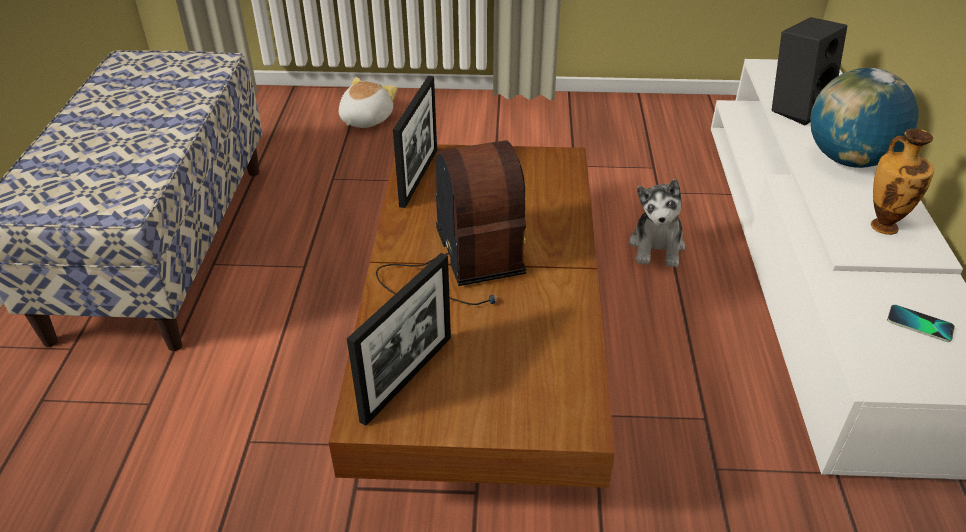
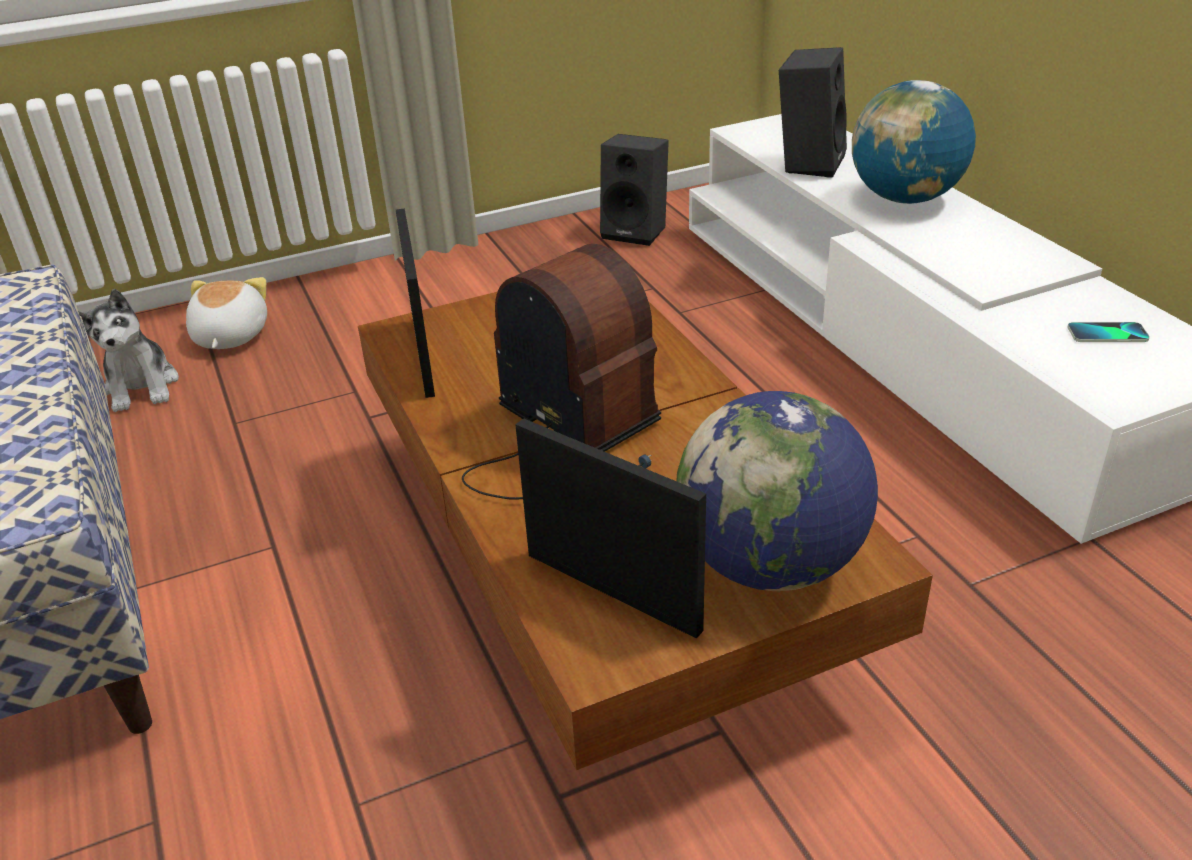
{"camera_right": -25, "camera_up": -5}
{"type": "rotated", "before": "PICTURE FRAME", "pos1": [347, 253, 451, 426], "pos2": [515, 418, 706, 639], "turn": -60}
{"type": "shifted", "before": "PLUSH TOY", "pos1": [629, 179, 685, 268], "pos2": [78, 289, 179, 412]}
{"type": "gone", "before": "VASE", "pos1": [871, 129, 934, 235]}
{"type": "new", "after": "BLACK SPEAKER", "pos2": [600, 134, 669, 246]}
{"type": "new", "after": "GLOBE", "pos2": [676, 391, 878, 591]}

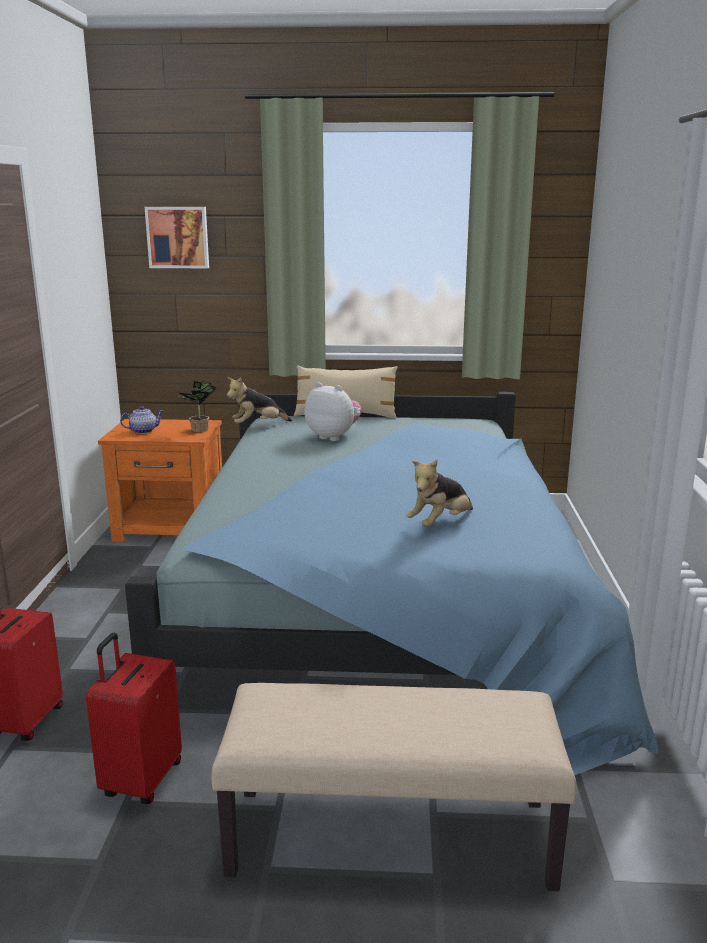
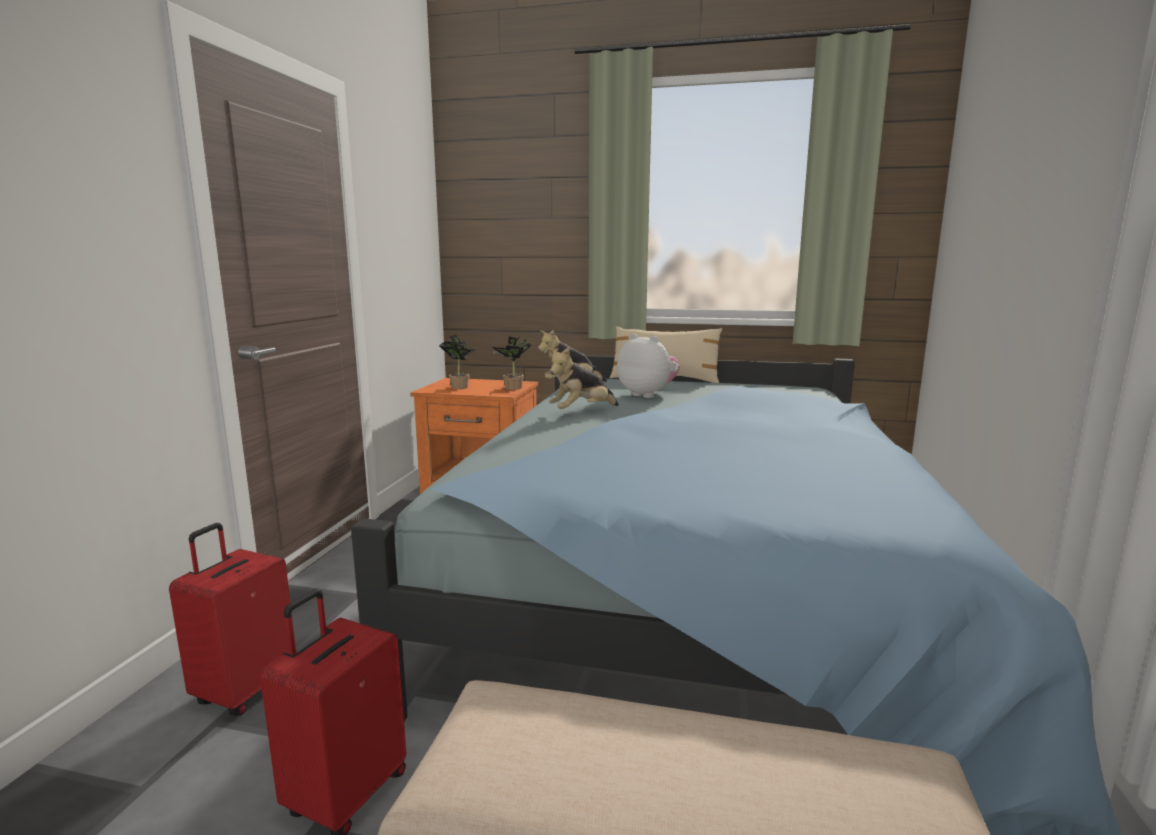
{"camera_right": 10, "camera_up": -5}
{"type": "swapped", "before": "TEAPOT", "after": "POTTED PLANT", "pos1": [120, 406, 163, 434], "pos2": [439, 335, 476, 389]}
{"type": "gone", "before": "PICTURE", "pos1": [145, 207, 209, 268]}
{"type": "shifted", "before": "PLUSH TOY", "pos1": [406, 460, 473, 527], "pos2": [549, 347, 619, 409]}

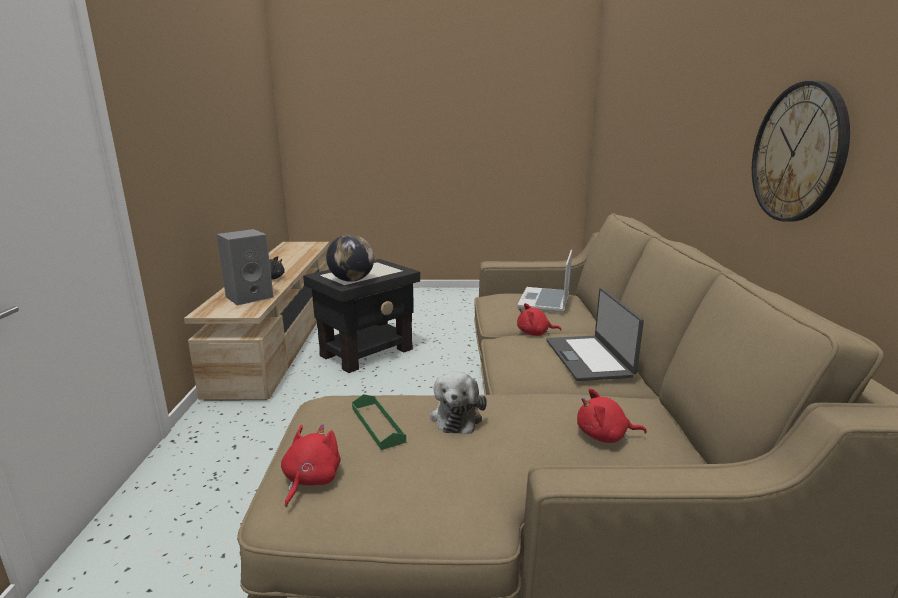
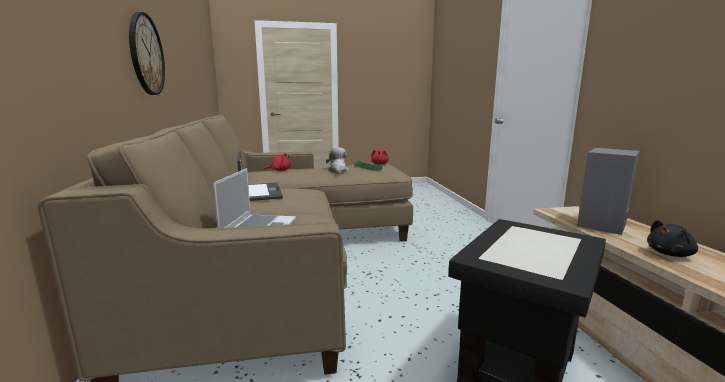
{"camera_right": 170, "camera_up": -5}
{"type": "gone", "before": "GLOBE", "pos1": [326, 234, 374, 282]}
{"type": "gone", "before": "RED PLUSH TOY", "pos1": [517, 303, 561, 336]}

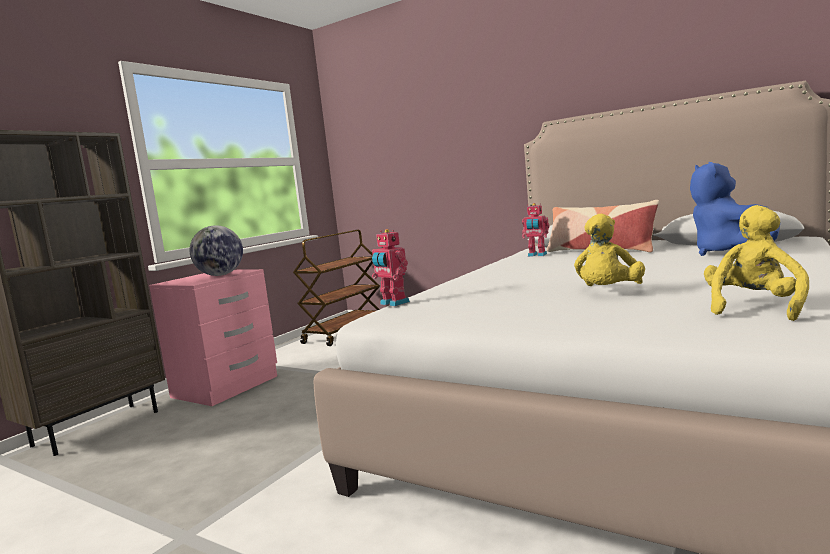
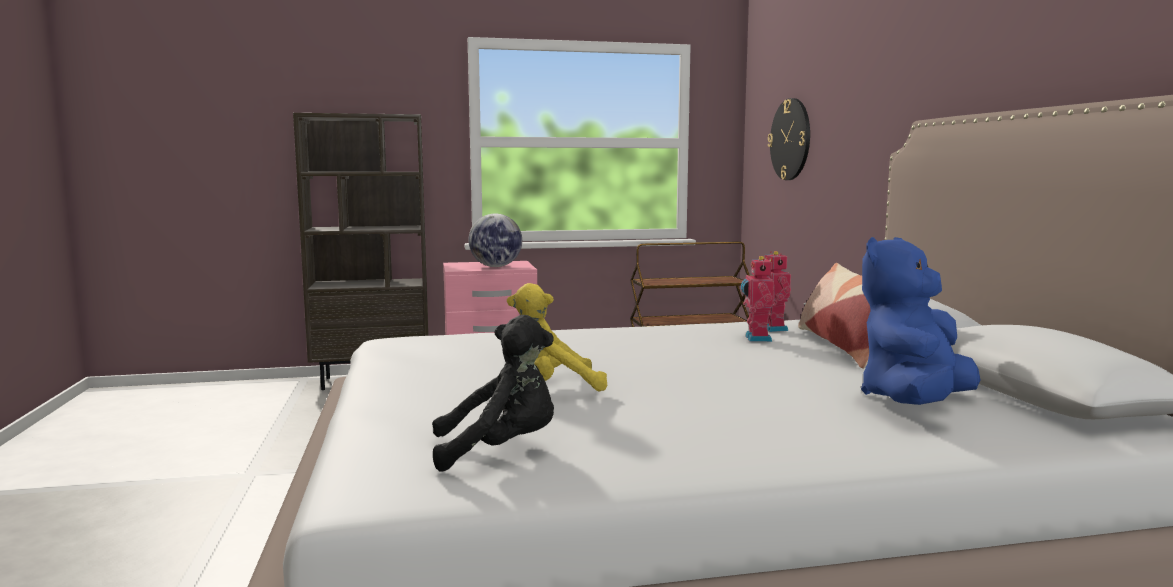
{"camera_right": 45, "camera_up": 0}
{"type": "shifted", "before": "TOY ROBOT", "pos1": [372, 229, 410, 306], "pos2": [741, 256, 775, 342]}
{"type": "repainted", "before": "YELLOW PLUSH TOY", "after": "BLACK PLUSH TOY", "pos1": [704, 205, 809, 321], "pos2": [432, 315, 554, 472]}
{"type": "new", "after": "WALL CLOCK", "pos2": [768, 98, 810, 180]}

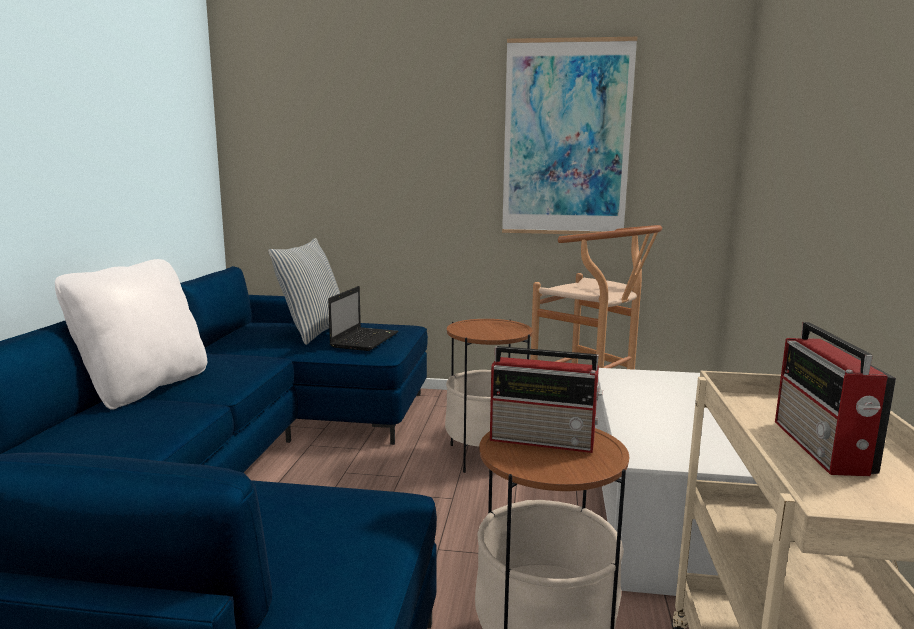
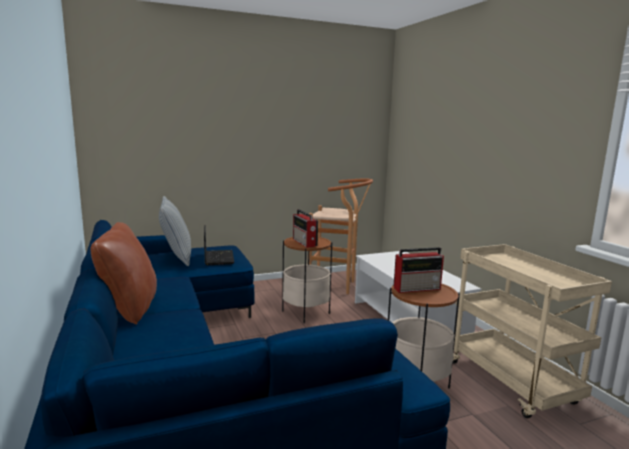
{"camera_right": -30, "camera_up": 0}
{"type": "repainted", "before": "WHITE PILLOW", "after": "BROWN PILLOW", "pos1": [55, 259, 207, 410], "pos2": [91, 222, 157, 325]}
{"type": "gone", "before": "PICTURE", "pos1": [502, 37, 637, 234]}
{"type": "shifted", "before": "RADIO", "pos1": [775, 322, 896, 476], "pos2": [293, 209, 318, 248]}

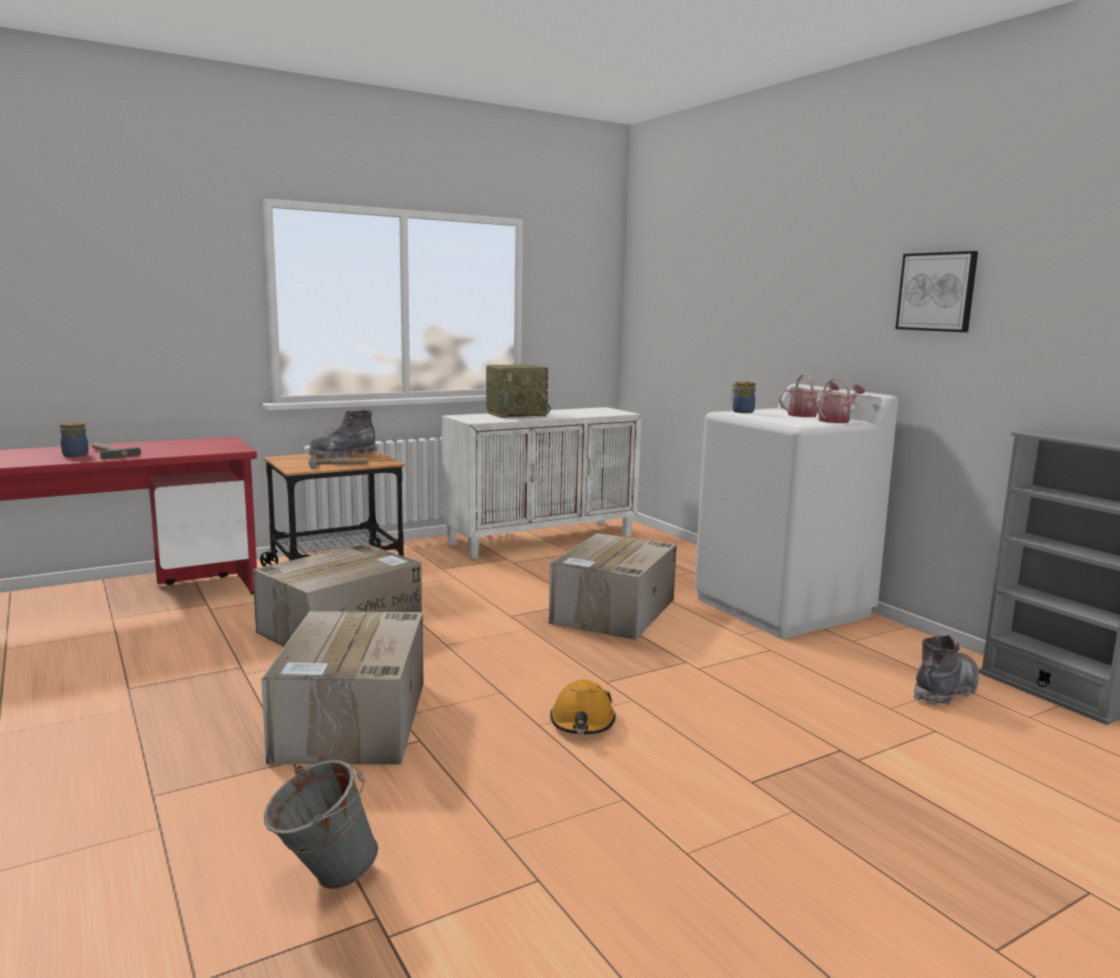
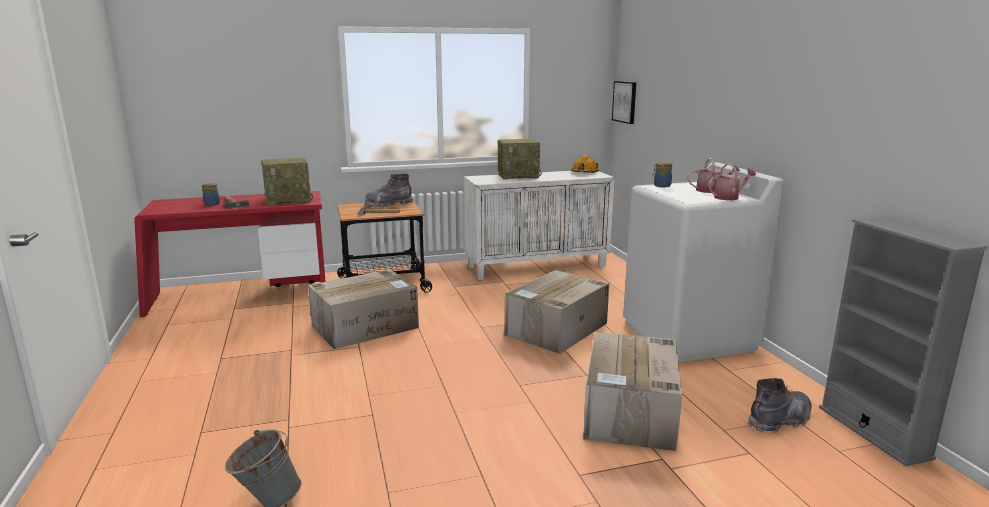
{"camera_right": 15, "camera_up": 5}
{"type": "shifted", "before": "CARDBOARD BOX", "pos1": [261, 611, 423, 765], "pos2": [583, 332, 682, 451]}
{"type": "shifted", "before": "ORANGE HARD HAT", "pos1": [550, 679, 616, 734], "pos2": [571, 156, 599, 173]}
{"type": "shifted", "before": "PICTURE", "pos1": [895, 251, 978, 332], "pos2": [612, 81, 636, 124]}
{"type": "new", "after": "RADIO", "pos2": [261, 157, 313, 206]}

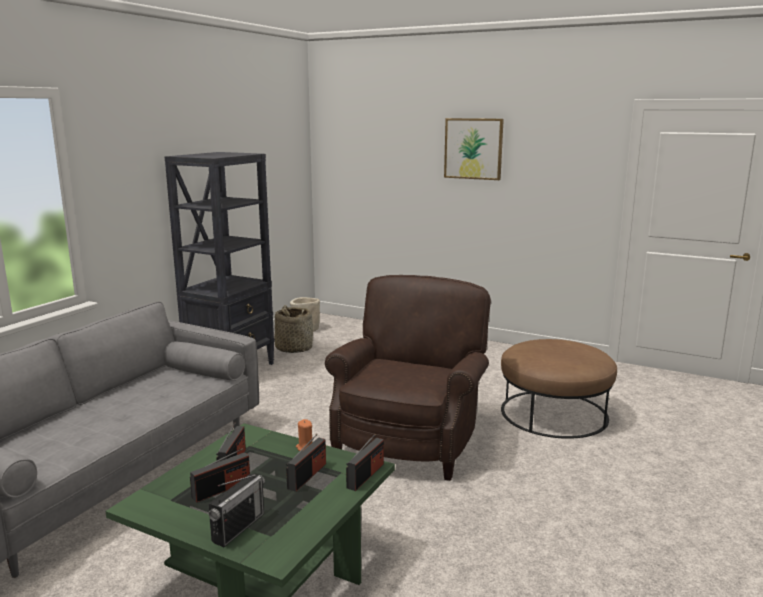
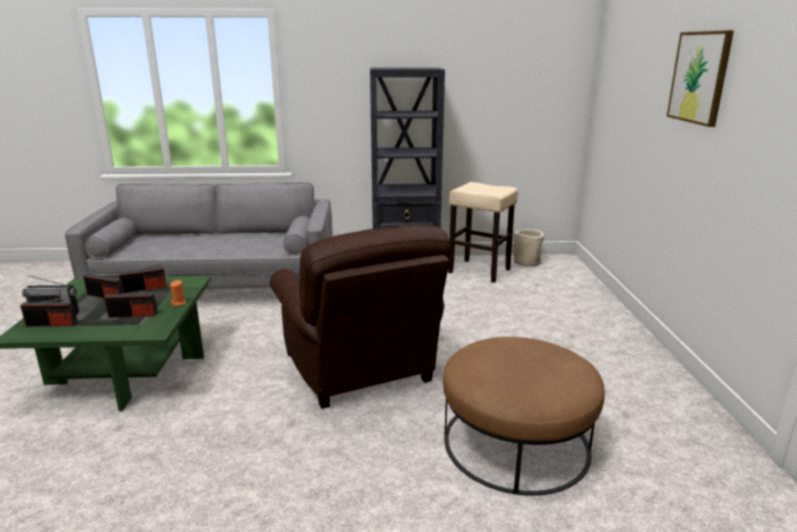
{"camera_right": 60, "camera_up": 5}
{"type": "swapped", "before": "BASKET", "after": "BEIGE STOOL", "pos1": [275, 305, 313, 353], "pos2": [448, 182, 518, 283]}
{"type": "rotated", "before": "BROWN ARMCHAIR", "pos1": [325, 275, 491, 481], "pos2": [270, 225, 452, 409], "turn": 75}
{"type": "shifted", "before": "RADIO", "pos1": [346, 434, 384, 491], "pos2": [20, 298, 77, 326]}

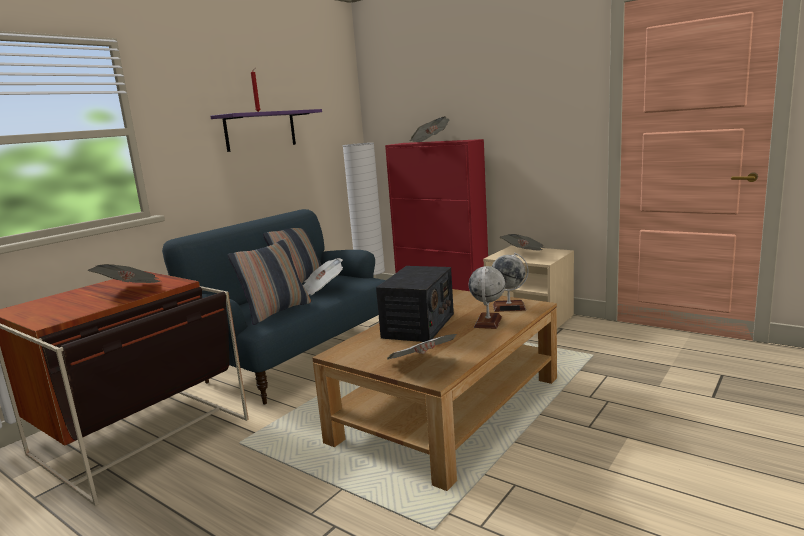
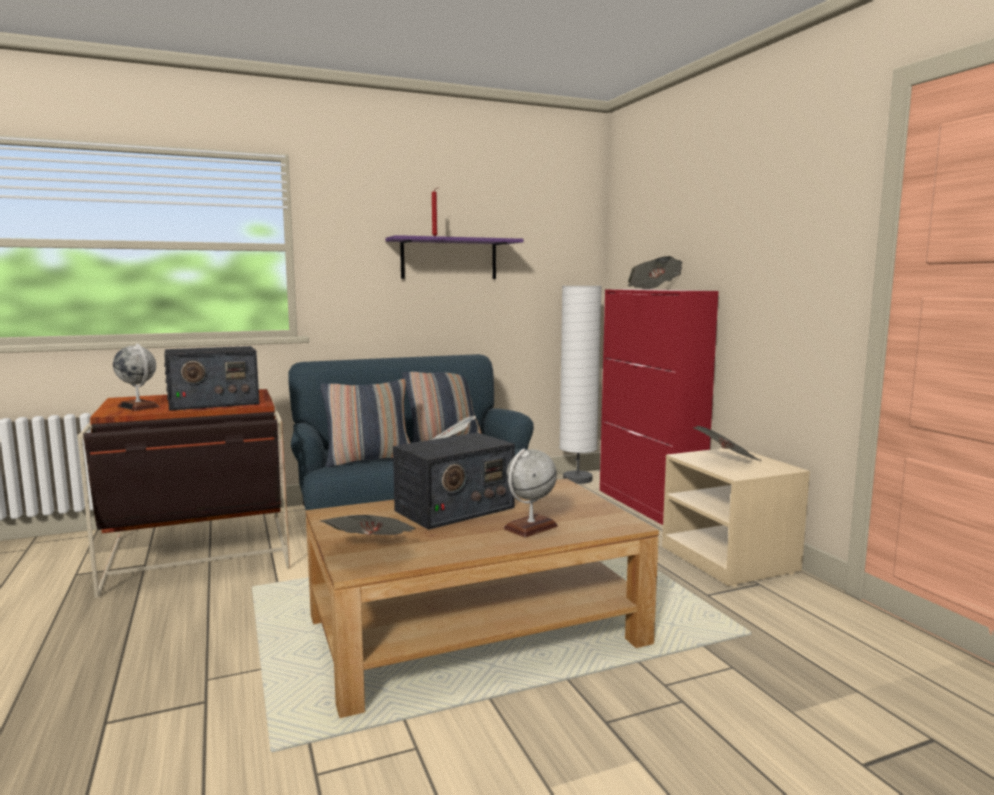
{"camera_right": 30, "camera_up": -5}
{"type": "swapped", "before": "NEWSPAPER", "after": "RADIO", "pos1": [88, 264, 160, 283], "pos2": [164, 346, 260, 411]}
{"type": "shifted", "before": "GLOBE", "pos1": [492, 253, 529, 312], "pos2": [113, 344, 159, 411]}

